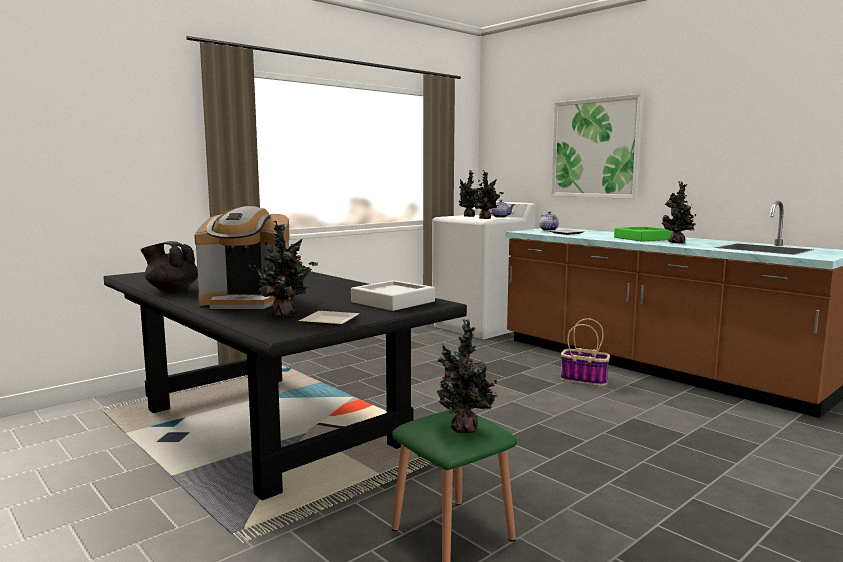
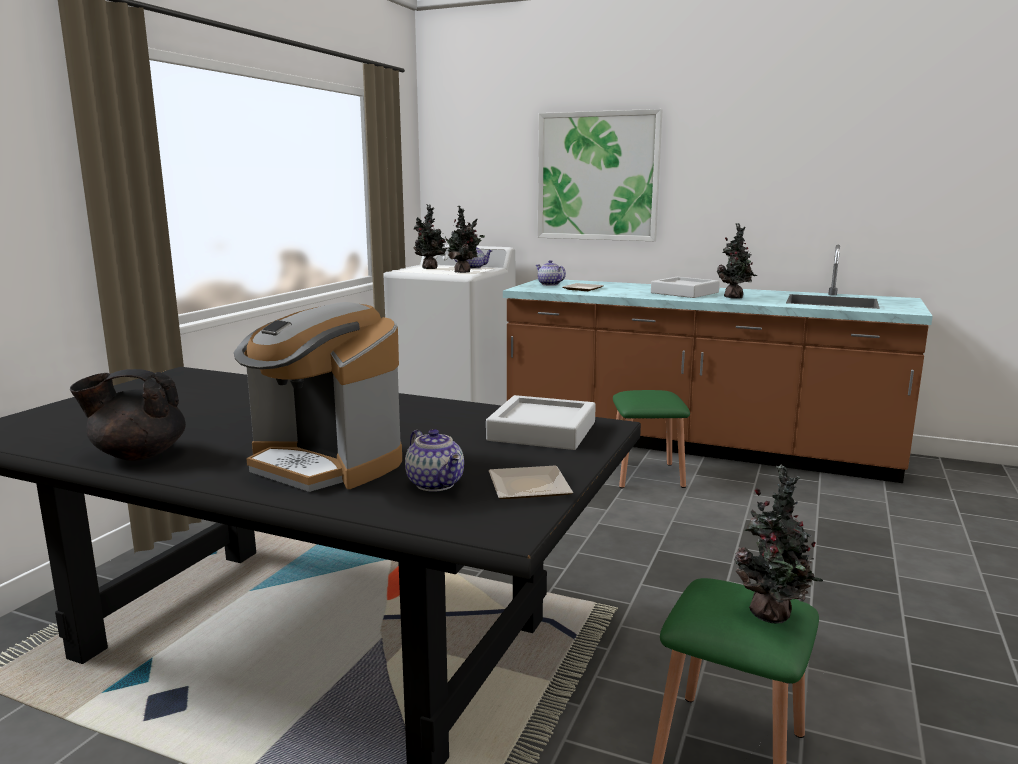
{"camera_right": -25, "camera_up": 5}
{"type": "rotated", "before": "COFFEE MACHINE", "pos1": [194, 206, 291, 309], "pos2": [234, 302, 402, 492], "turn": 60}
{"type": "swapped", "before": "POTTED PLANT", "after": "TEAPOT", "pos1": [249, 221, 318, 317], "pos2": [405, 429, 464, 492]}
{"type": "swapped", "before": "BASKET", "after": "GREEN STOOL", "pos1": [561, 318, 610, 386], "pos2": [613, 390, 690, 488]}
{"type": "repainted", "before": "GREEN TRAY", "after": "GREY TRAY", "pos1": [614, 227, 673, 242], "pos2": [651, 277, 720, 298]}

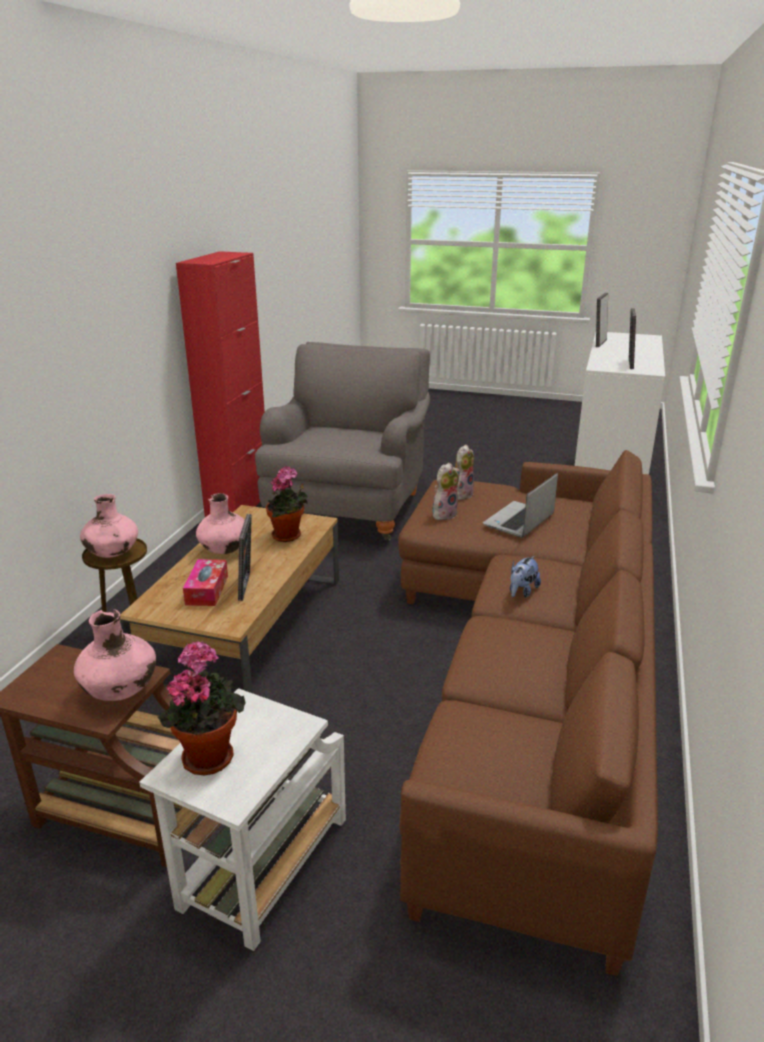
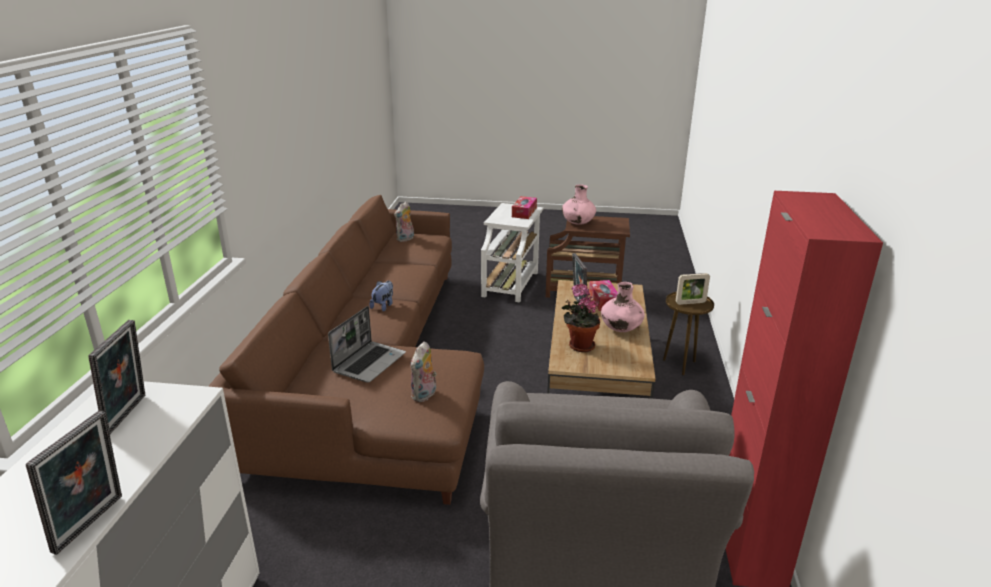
{"camera_right": 170, "camera_up": 0}
{"type": "swapped", "before": "PINK VASE", "after": "PICTURE FRAME", "pos1": [80, 494, 138, 558], "pos2": [676, 273, 710, 305]}
{"type": "swapped", "before": "POTTED PLANT", "after": "TISSUE BOX", "pos1": [158, 641, 246, 775], "pos2": [512, 196, 537, 219]}
{"type": "shifted", "before": "PLUSH TOY", "pos1": [432, 463, 460, 521], "pos2": [394, 202, 414, 242]}

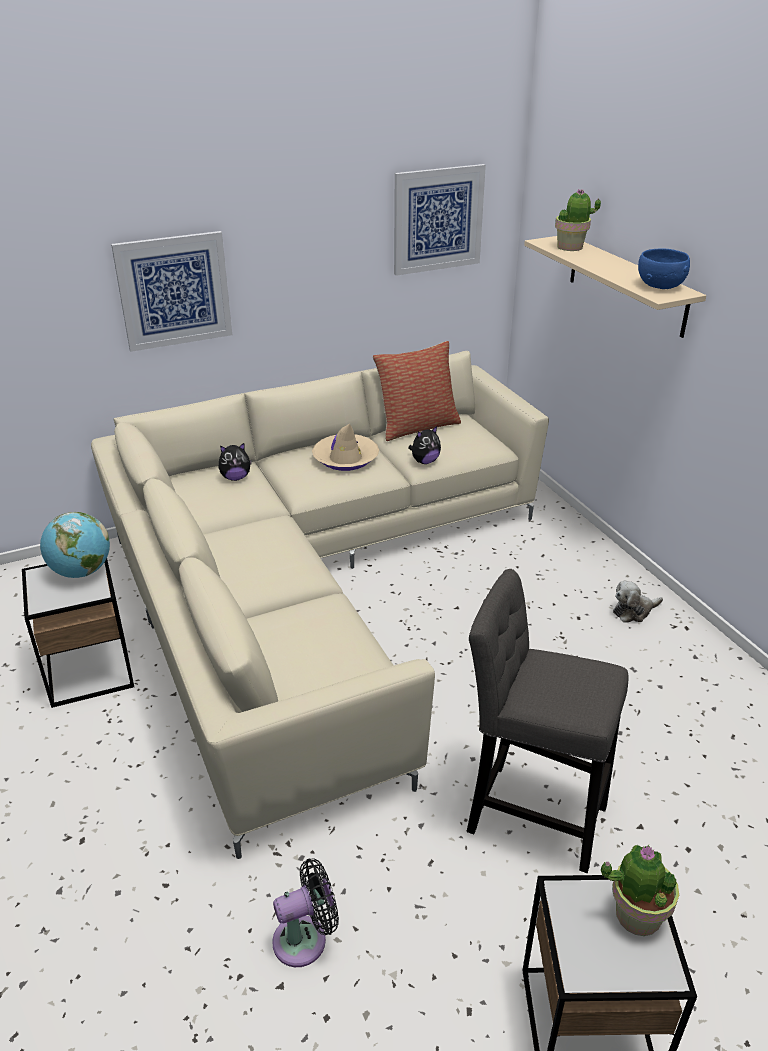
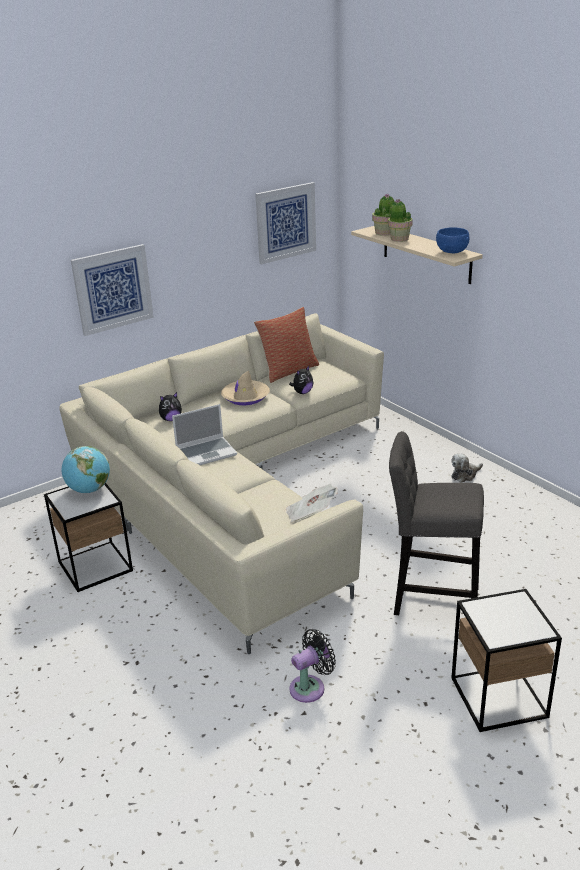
{"camera_right": -10, "camera_up": -5}
{"type": "shifted", "before": "POTTED PLANT", "pos1": [601, 845, 679, 936], "pos2": [382, 199, 413, 242]}
{"type": "new", "after": "LAPTOP", "pos2": [172, 404, 237, 465]}
{"type": "new", "after": "NEWSPAPER", "pos2": [286, 484, 338, 522]}

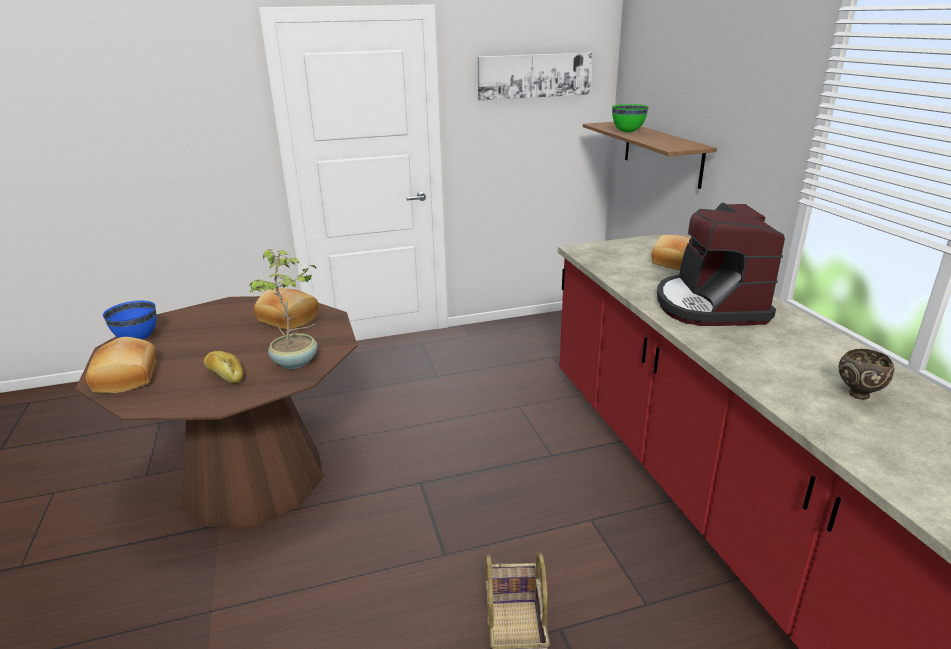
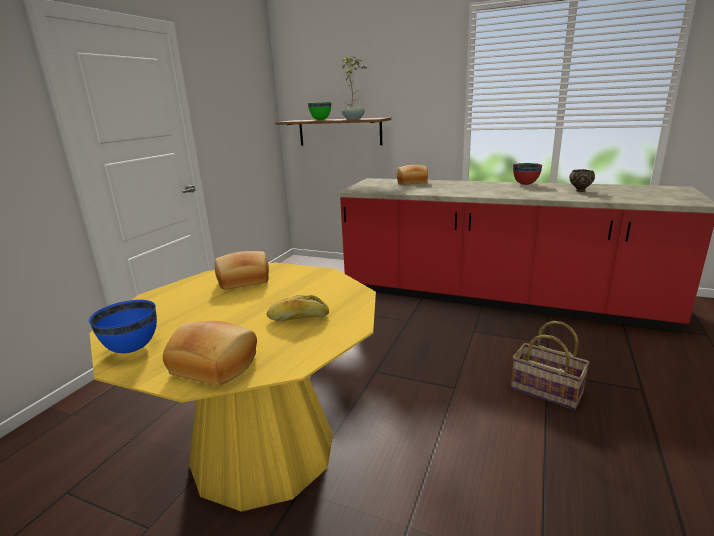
{"camera_right": -50, "camera_up": -5}
{"type": "repainted", "before": "BROWN DINING TABLE", "after": "YELLOW DINING TABLE", "pos1": [75, 296, 357, 527], "pos2": [90, 263, 376, 512]}
{"type": "shifted", "before": "POTTED PLANT", "pos1": [250, 249, 318, 369], "pos2": [342, 57, 366, 120]}
{"type": "gone", "before": "PICTURE", "pos1": [477, 53, 592, 101]}
{"type": "gone", "before": "COFFEE MACHINE", "pos1": [657, 203, 785, 326]}
{"type": "new", "after": "RED BOWL", "pos2": [513, 163, 542, 185]}

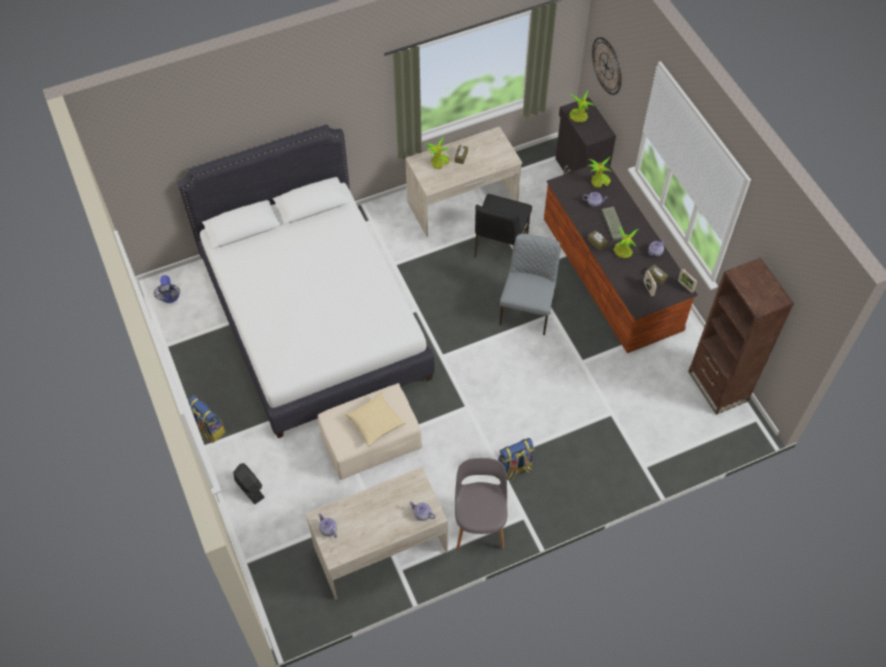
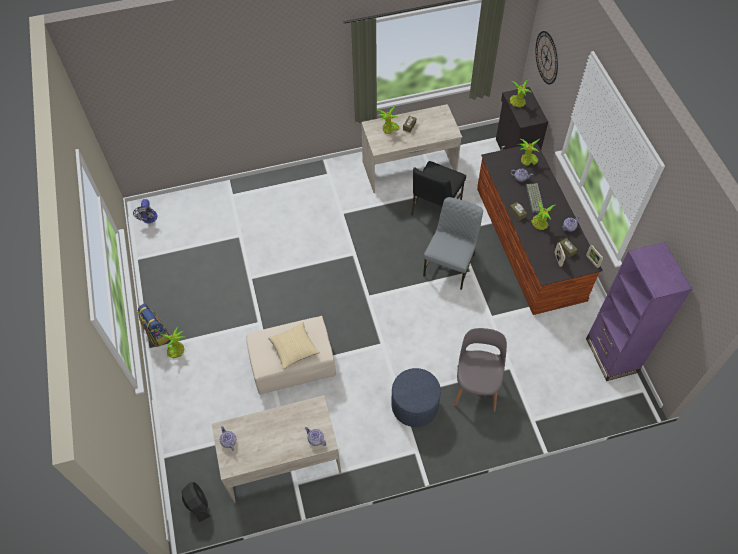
{"camera_right": 10, "camera_up": 0}
{"type": "gone", "before": "WHITE BED", "pos1": [177, 124, 435, 438]}
{"type": "shifted", "before": "BLACK FAN", "pos1": [233, 463, 265, 504], "pos2": [182, 482, 210, 522]}
{"type": "shifted", "before": "GREY CHAIR", "pos1": [455, 458, 507, 550], "pos2": [454, 328, 507, 412]}
{"type": "swapped", "before": "BACKPACK", "after": "BLUE OTTOMAN", "pos1": [498, 438, 534, 480], "pos2": [392, 368, 441, 427]}
{"type": "repainted", "before": "BROWN BOOKCASE", "after": "PURPLE BOOKCASE", "pos1": [688, 258, 794, 415], "pos2": [586, 242, 692, 381]}
{"type": "new", "after": "POTTED PLANT", "pos2": [160, 327, 185, 358]}

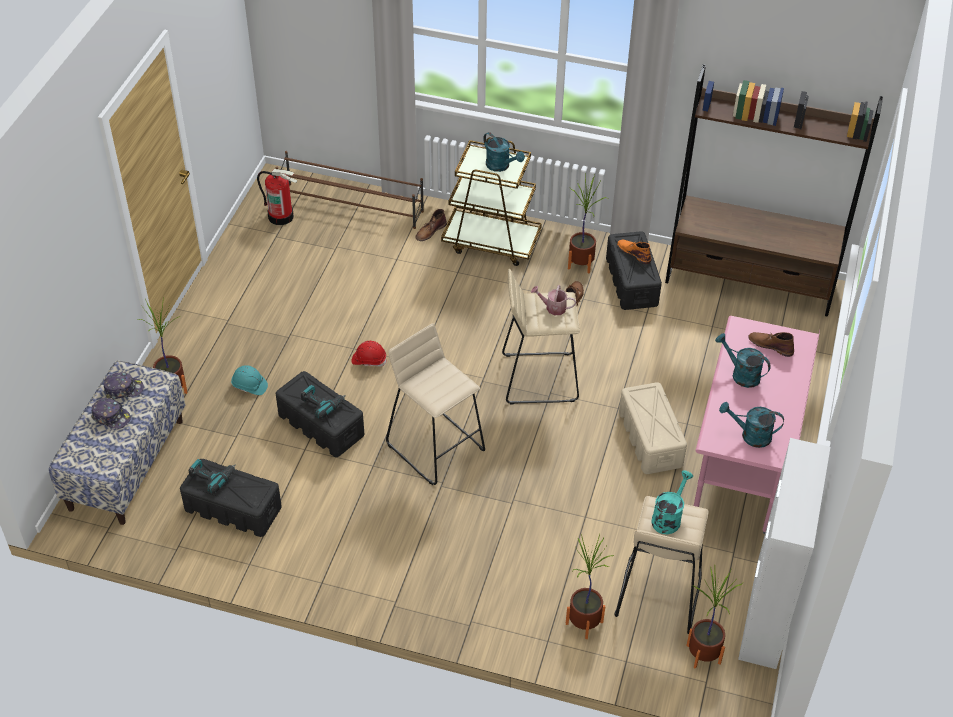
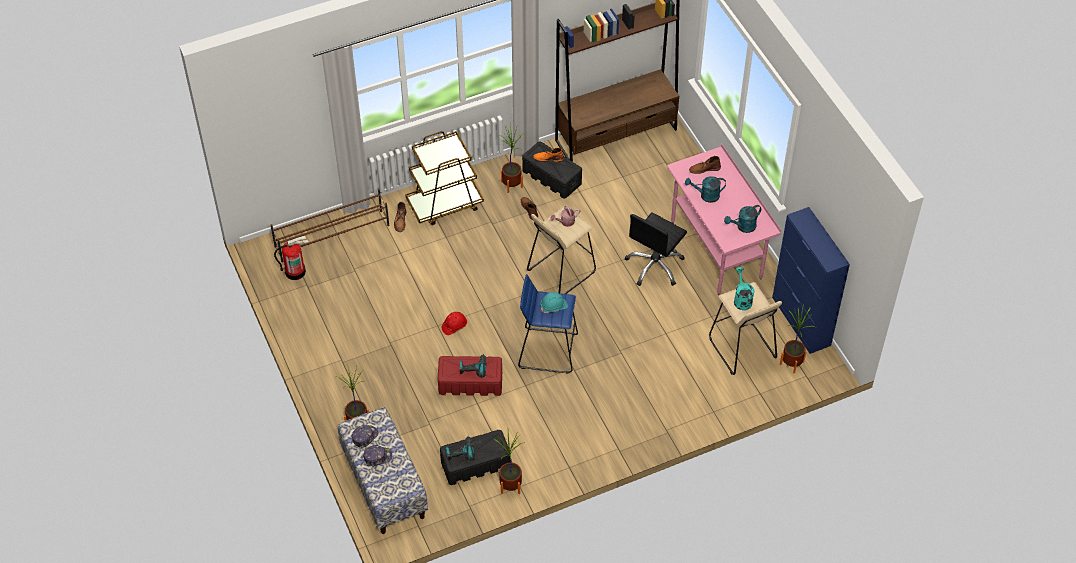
{"camera_right": -40, "camera_up": 5}
{"type": "shifted", "before": "TURQUOISE HARD HAT", "pos1": [231, 365, 268, 395], "pos2": [541, 292, 568, 313]}
{"type": "repainted", "before": "BLACK STORAGE BOX", "after": "RED STORAGE BOX", "pos1": [276, 371, 364, 457], "pos2": [438, 356, 502, 396]}
{"type": "repainted", "before": "BEIGE STOOL", "after": "BLUE STOOL", "pos1": [386, 323, 485, 485], "pos2": [518, 274, 578, 373]}
{"type": "gone", "before": "TURQUOISE WATERING CAN", "pos1": [483, 132, 525, 172]}
{"type": "shifted", "before": "POTTED PLANT", "pos1": [566, 534, 614, 639], "pos2": [493, 429, 525, 494]}
{"type": "swapped", "before": "BEIGE STORAGE BOX", "after": "BLACK OFFICE CHAIR", "pos1": [619, 382, 687, 474], "pos2": [625, 212, 687, 286]}
{"type": "repainted", "before": "WHITE CABINET", "after": "BLUE CABINET", "pos1": [738, 438, 831, 669], "pos2": [772, 207, 850, 354]}

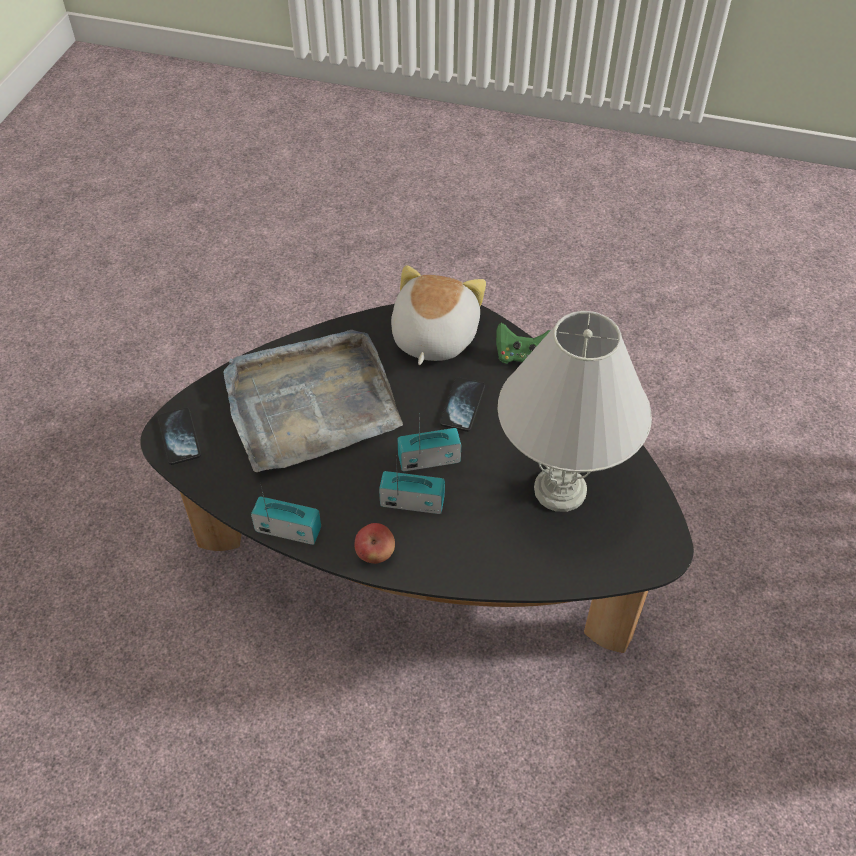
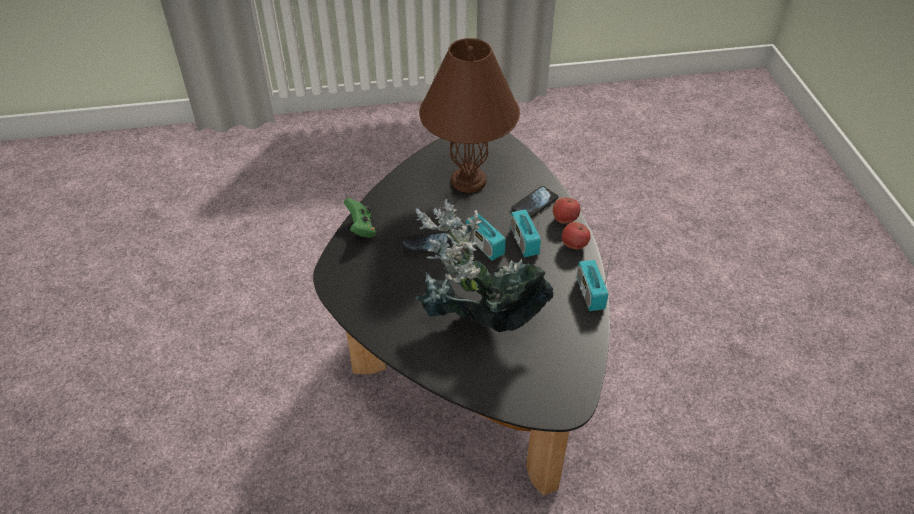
{"camera_right": -115, "camera_up": -5}
{"type": "shifted", "before": "PHONE", "pos1": [158, 407, 201, 465], "pos2": [511, 186, 559, 218]}
{"type": "swapped", "before": "GREY TRAY", "after": "POTTED PLANT", "pos1": [223, 330, 403, 472], "pos2": [414, 199, 553, 332]}
{"type": "gone", "before": "PLUSH TOY", "pos1": [391, 265, 486, 365]}
{"type": "repainted", "before": "WHITE TABLE LAMP", "after": "BROWN TABLE LAMP", "pos1": [498, 311, 652, 512], "pos2": [419, 38, 520, 193]}
{"type": "new", "after": "APPLE", "pos2": [553, 198, 580, 224]}

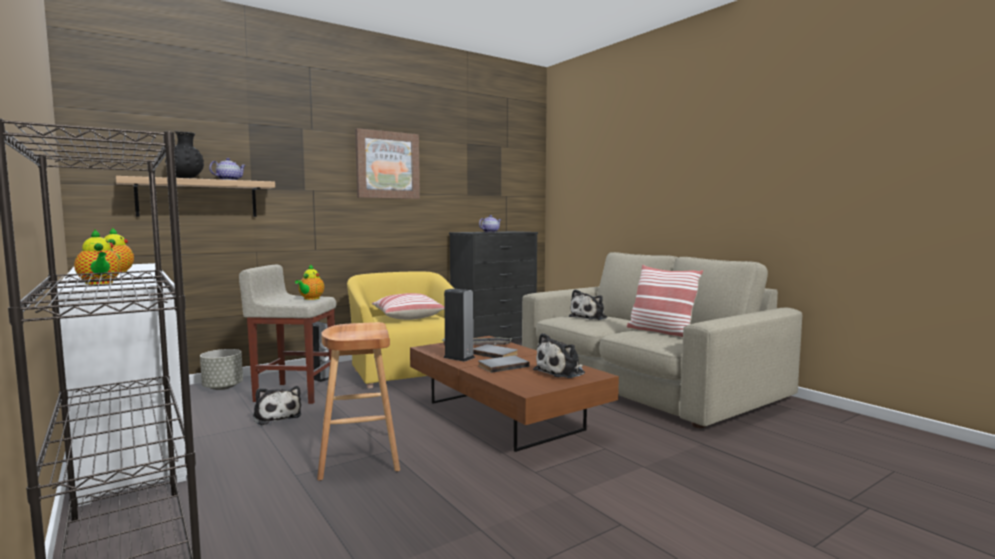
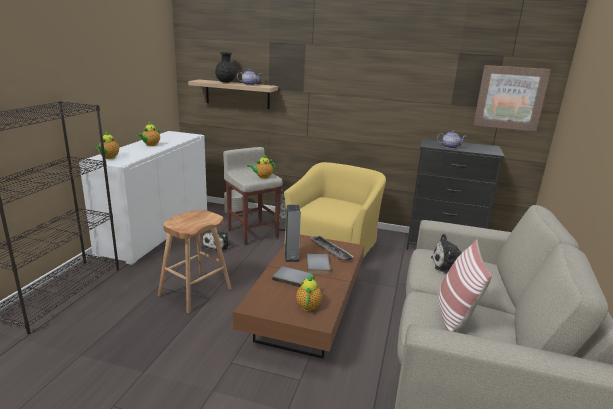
{"camera_right": 50, "camera_up": 15}
{"type": "shifted", "before": "PICTURE", "pos1": [355, 128, 420, 199], "pos2": [473, 65, 551, 131]}
{"type": "gone", "before": "PILLOW", "pos1": [372, 293, 445, 320]}
{"type": "swapped", "before": "PLUSH TOY", "after": "TEAPOT", "pos1": [533, 333, 585, 378], "pos2": [296, 274, 322, 311]}

